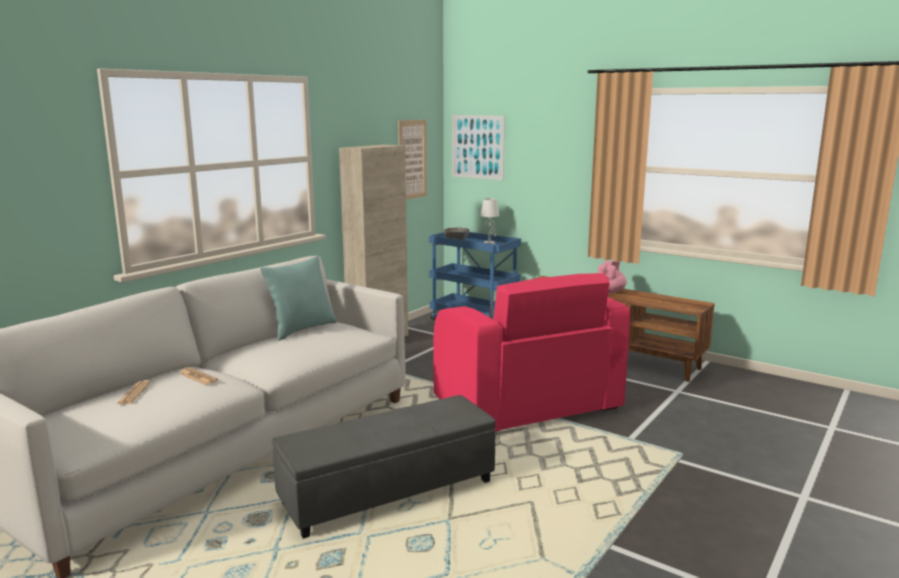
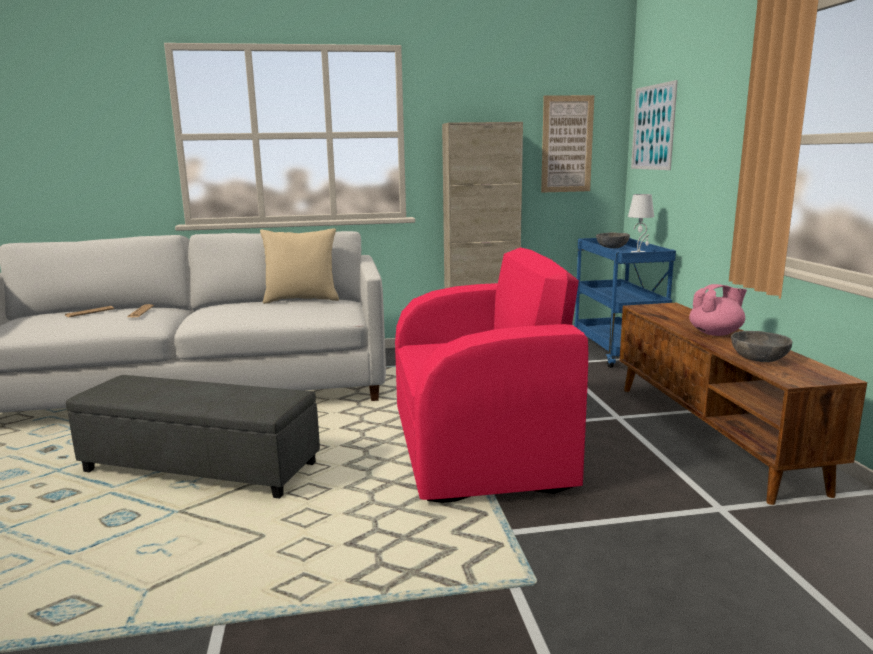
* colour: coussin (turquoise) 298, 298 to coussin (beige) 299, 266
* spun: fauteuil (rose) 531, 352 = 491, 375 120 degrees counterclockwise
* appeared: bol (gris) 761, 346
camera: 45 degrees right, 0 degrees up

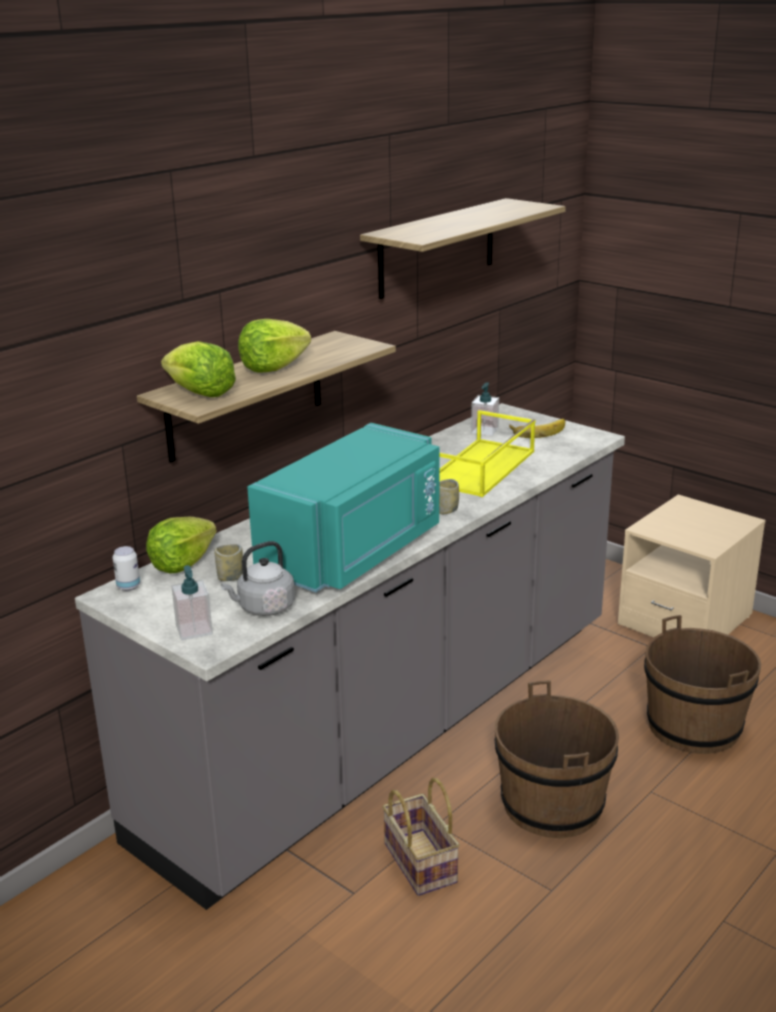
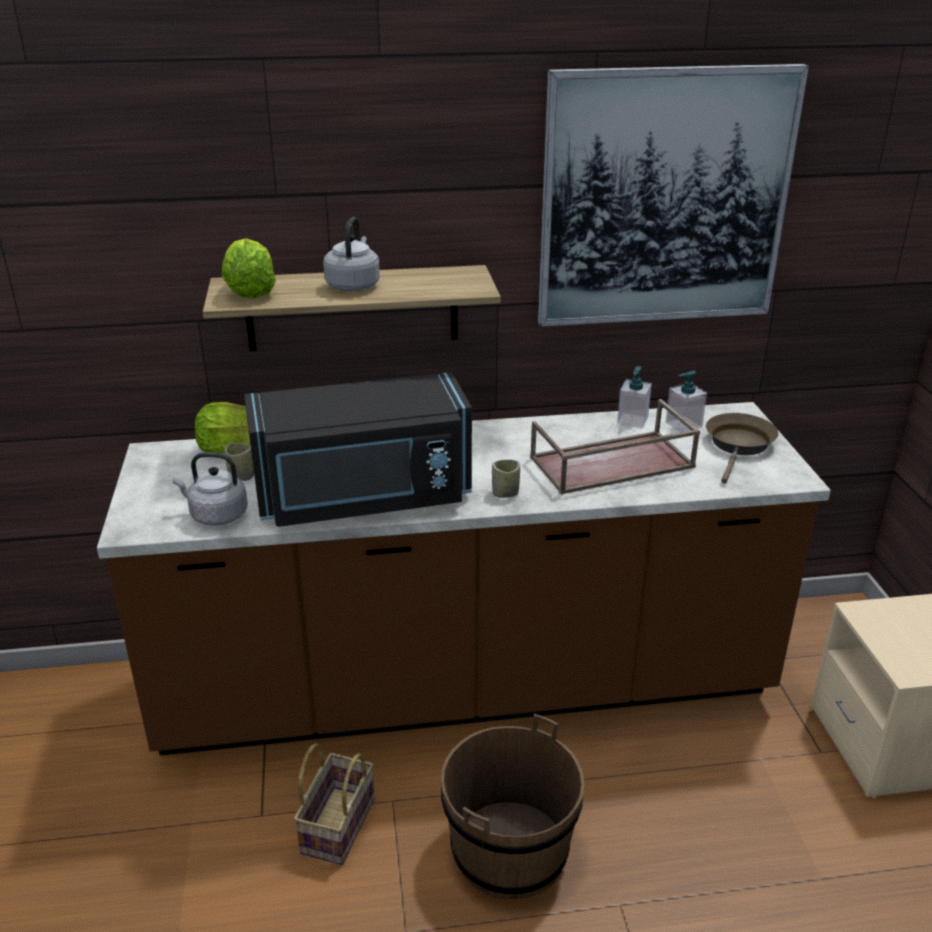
* colour: comptoir de cuisine (gris) 350, 656 to comptoir de cuisine (marron) 464, 579
* missing: boîte métallique 126, 568
* relocated: distributeur de savon 192, 602 to 634, 397
* exchanged: laitue 274, 345 to bouilloire (gris) 351, 254
* colour: micro-ondes (turquoise) 343, 507 to micro-ondes (noir) 358, 449
* exchanged: étagère 463, 248 to tableau 673, 195
* colour: plateau (jaune) 487, 453 to plateau (marron) 615, 446
* exchanged: banane 537, 428 to poêle (marron) 742, 448
* missing: seau (marron) 702, 684
camera: 40 degrees right, 5 degrees up

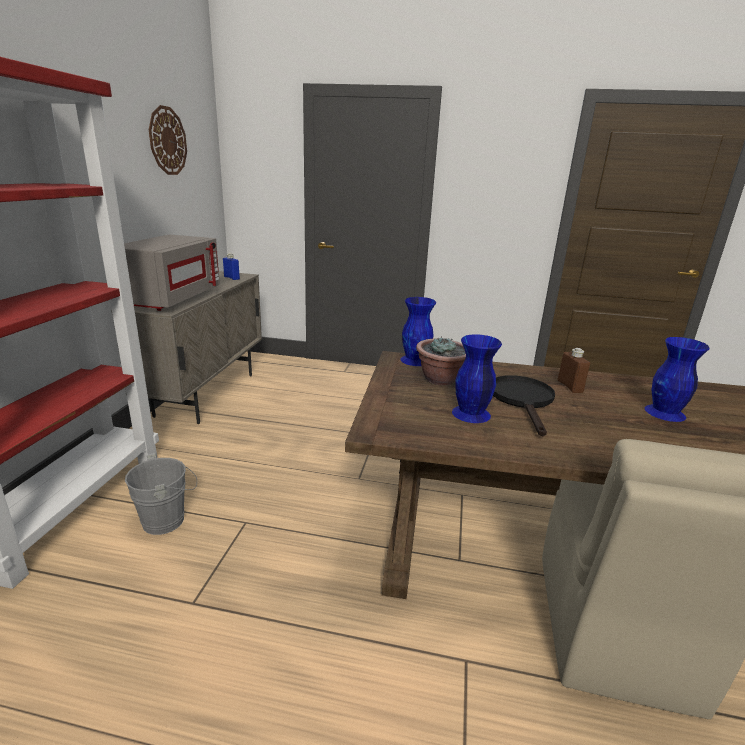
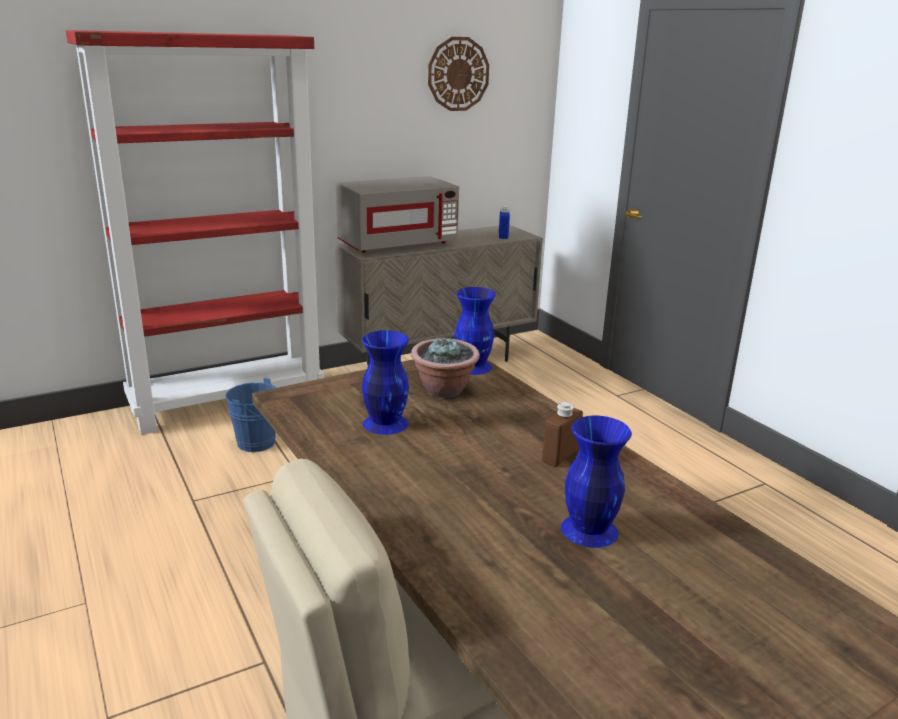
* colour: seau (gris) 161, 494 to seau (bleu) 251, 415
* missing: poêle (noir) 524, 405
camera: 50 degrees right, 0 degrees up

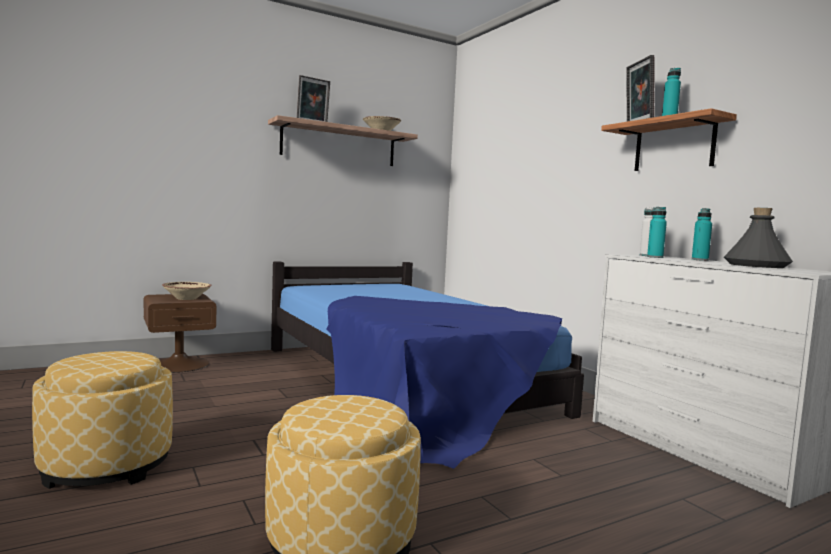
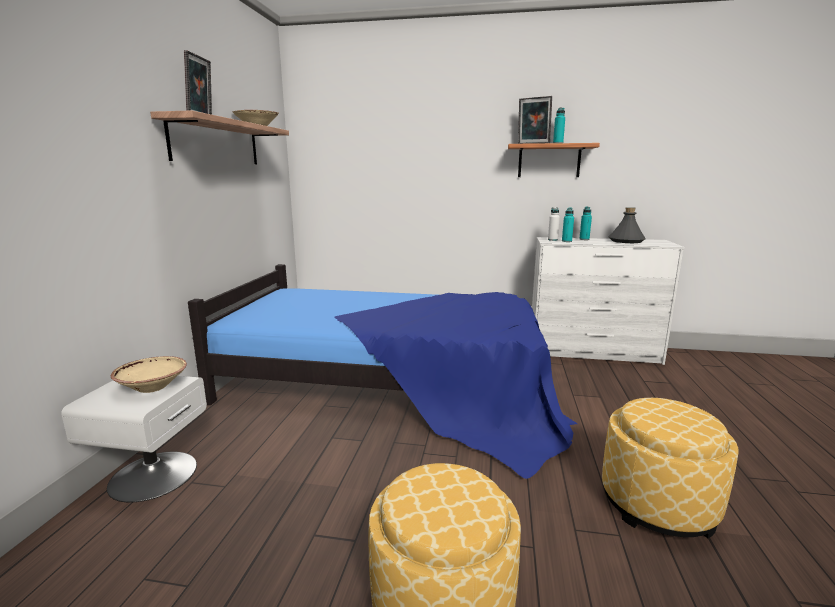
* colour: table de chevet (marron) 180, 333 to table de chevet (blanc) 134, 439
camera: 50 degrees left, 10 degrees up

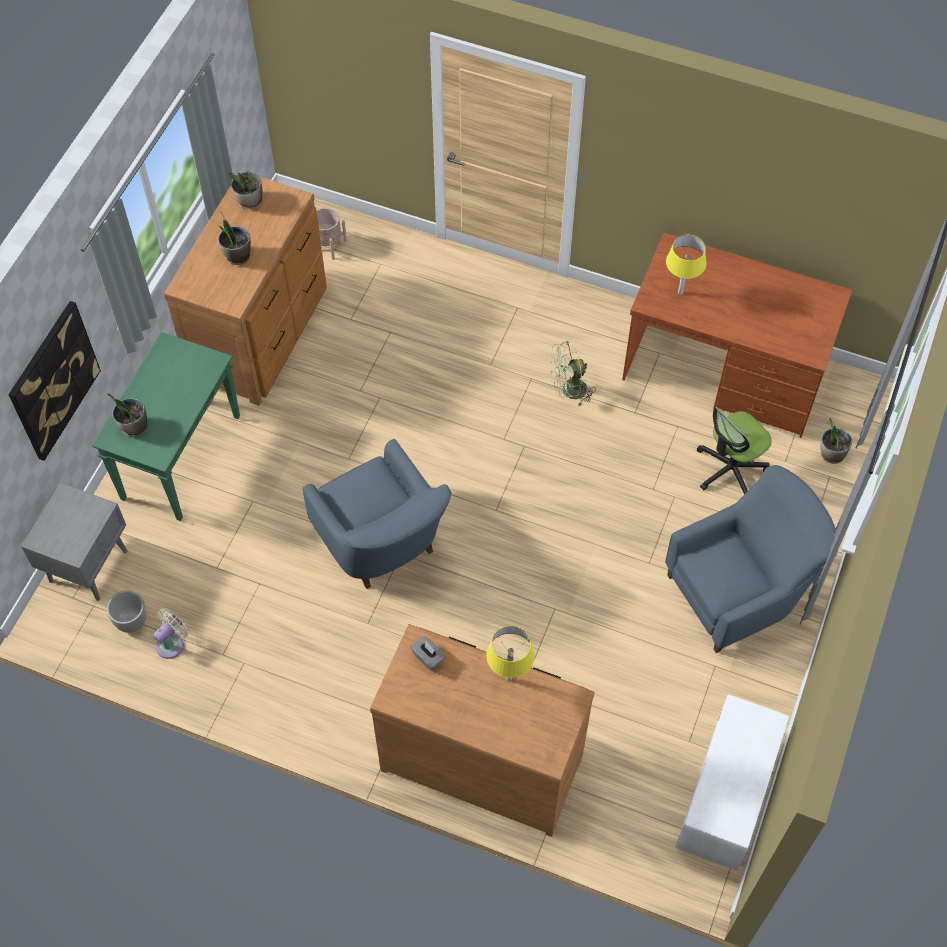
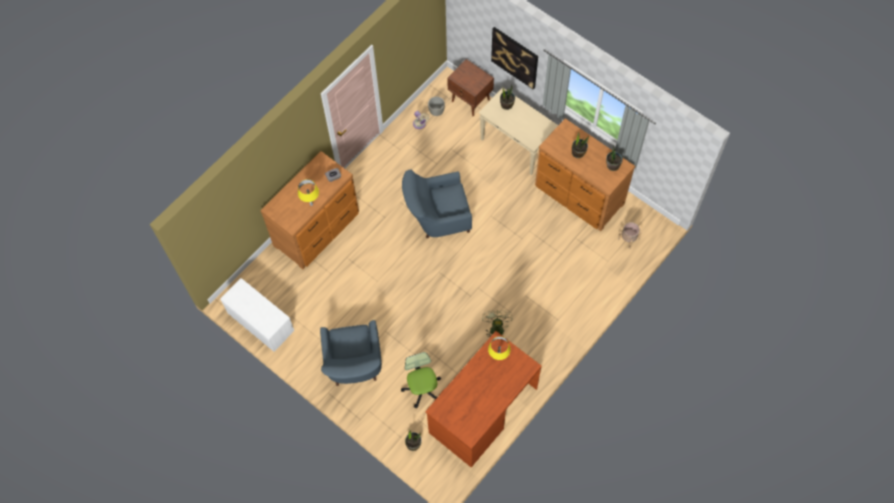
* colour: table de chevet (gris) 74, 542 to table de chevet (marron) 470, 87
* colour: table console (vert) 166, 426 to table console (beige) 518, 131
camera: 110 degrees right, 5 degrees up

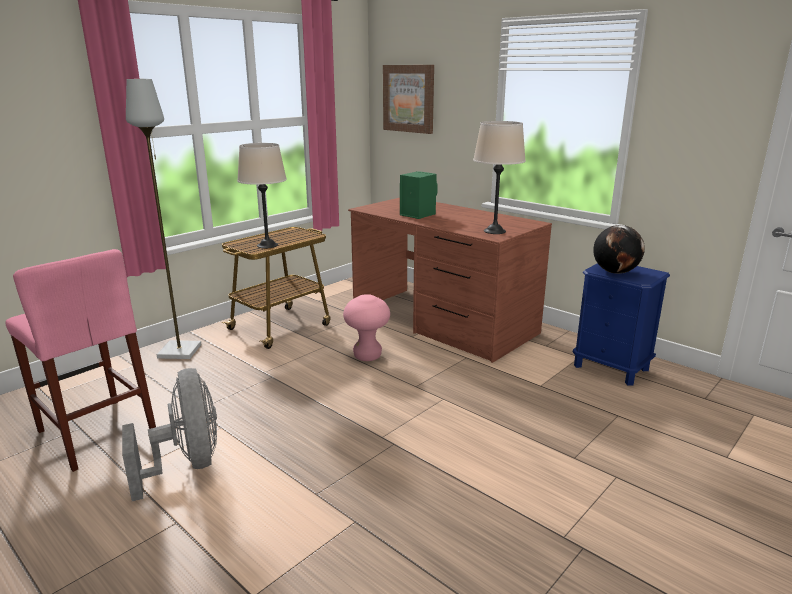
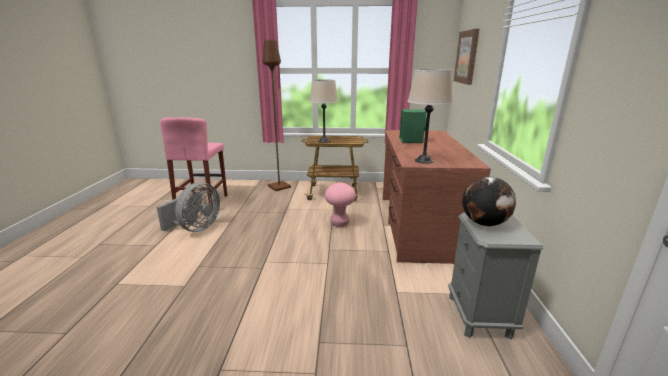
* colour: lampadaire (gris) 163, 219 to lampadaire (marron) 276, 115
* colour: table de chevet (bleu) 621, 324 to table de chevet (gris) 495, 276
camera: 50 degrees right, 0 degrees up

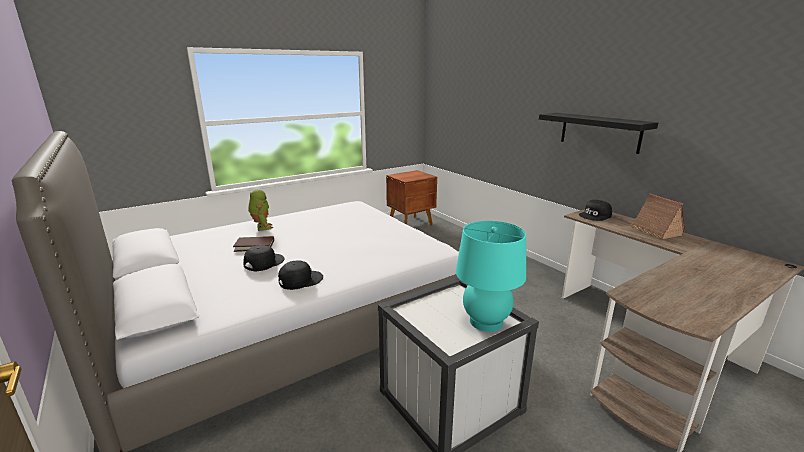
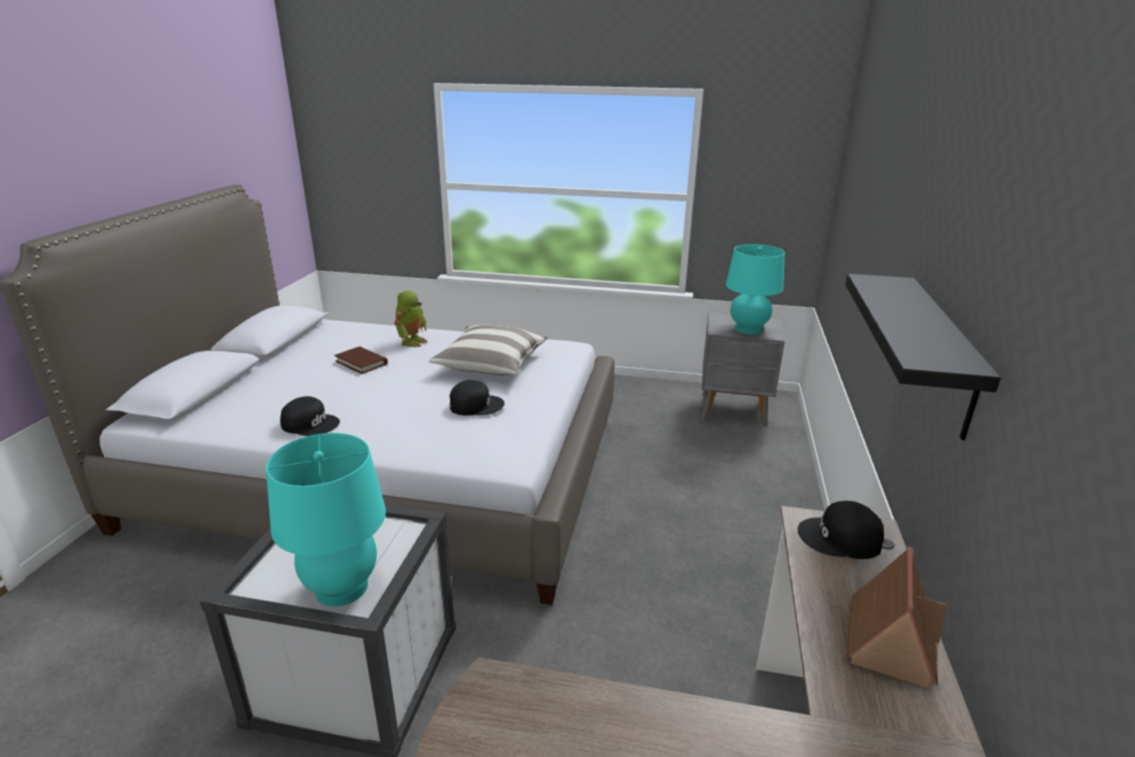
* relocated: casquette (noir) 264, 258 to 477, 398
* colour: table de chevet (marron) 411, 197 to table de chevet (gris) 743, 369
* appeared: coussin 488, 350
* appeared: lampe de table (turquoise) 755, 289
camera: 45 degrees right, 5 degrees up

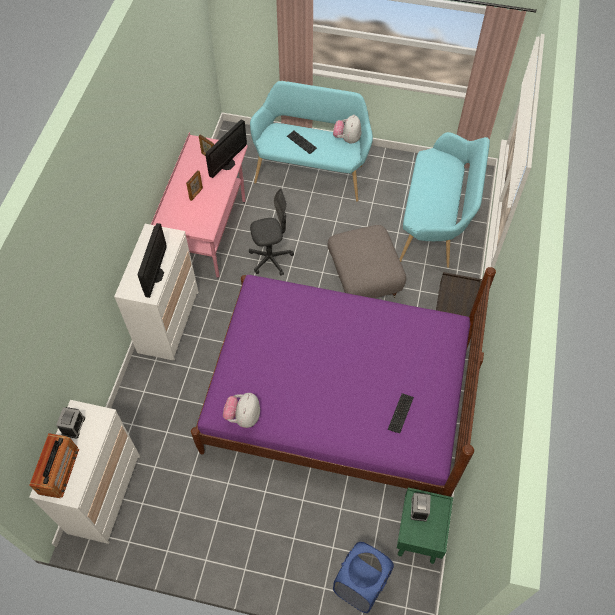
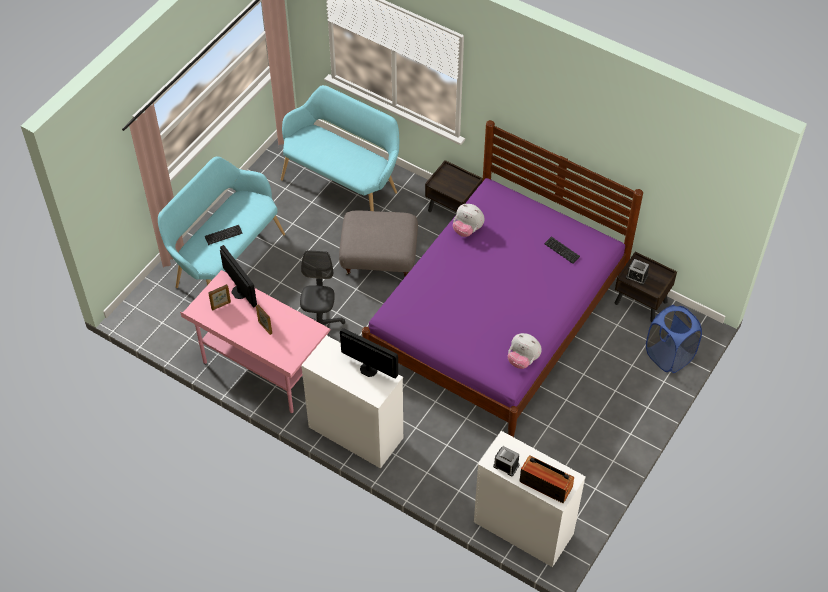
* relocated: peluche 347, 129 to 469, 220
* colour: table de chevet (vert) 425, 526 to table de chevet (marron) 646, 287
camera: 70 degrees left, 5 degrees down

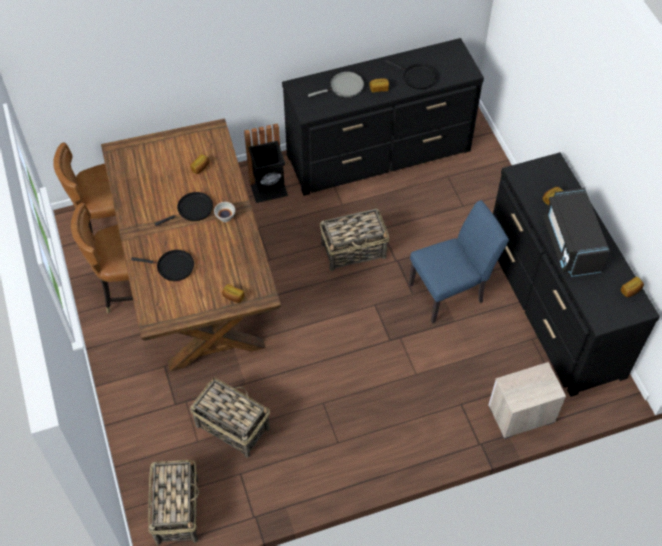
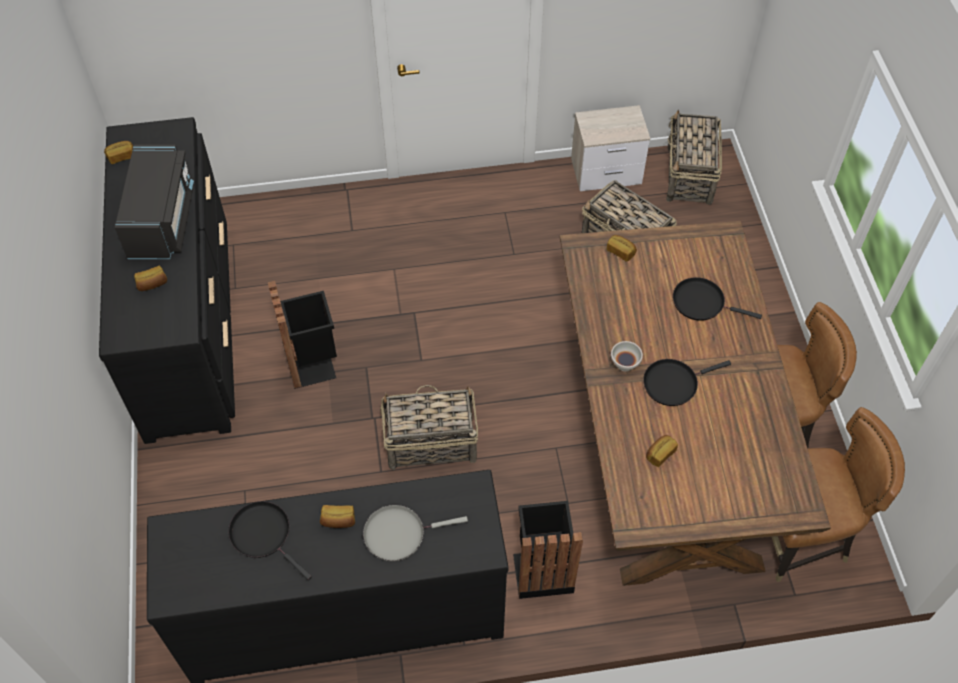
* exchanged: chaise (bleu) 459, 262 to poubelle (noir) 302, 335
* relocated: table de chevet 527, 400 to 610, 148
camera: 170 degrees left, 0 degrees up

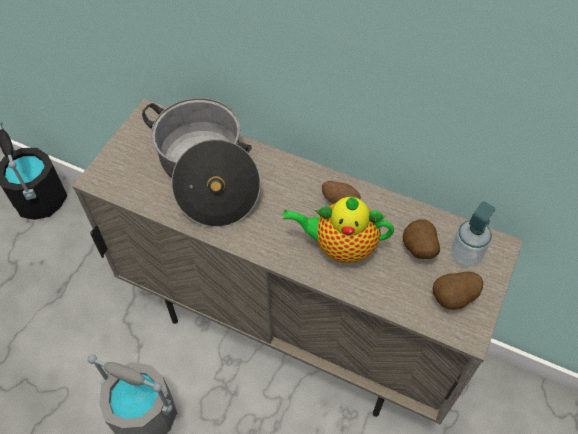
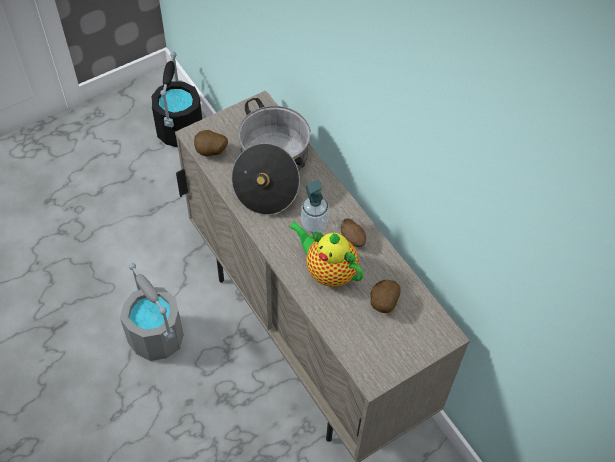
* relocated: pomme de terre 457, 291 to 211, 143
* relocated: distributeur de savon 473, 234 to 315, 206
camera: 30 degrees right, 0 degrees up

